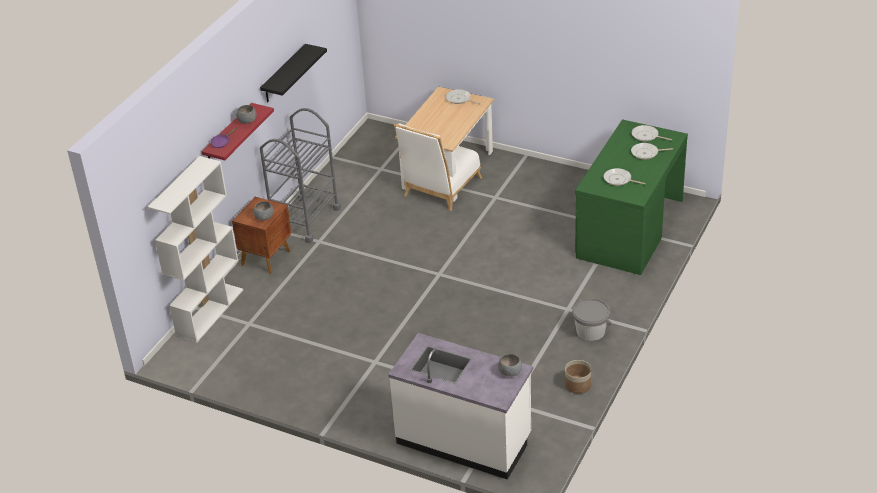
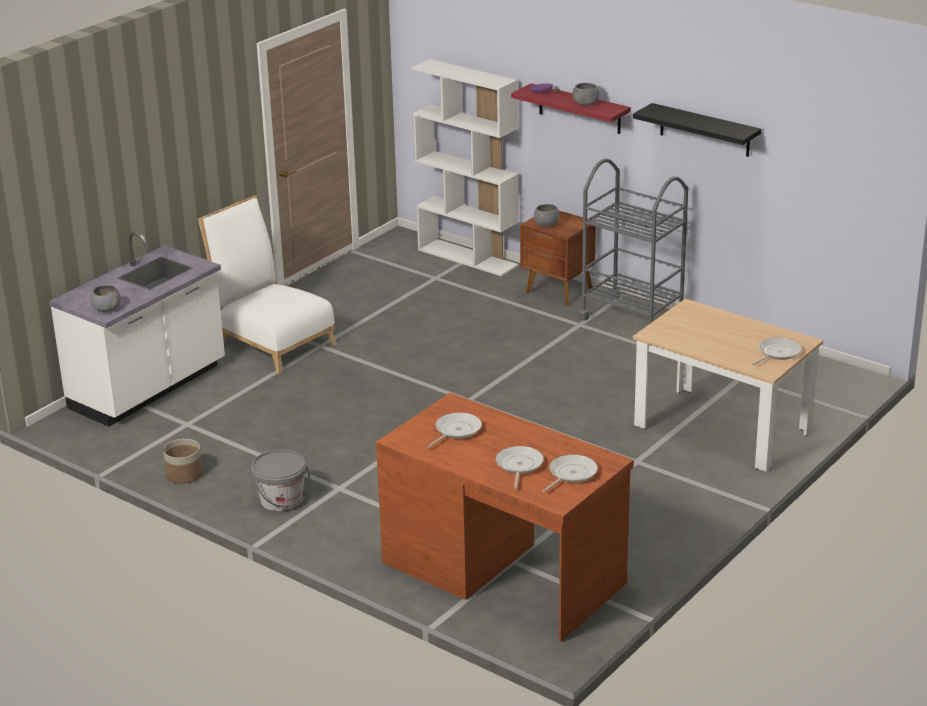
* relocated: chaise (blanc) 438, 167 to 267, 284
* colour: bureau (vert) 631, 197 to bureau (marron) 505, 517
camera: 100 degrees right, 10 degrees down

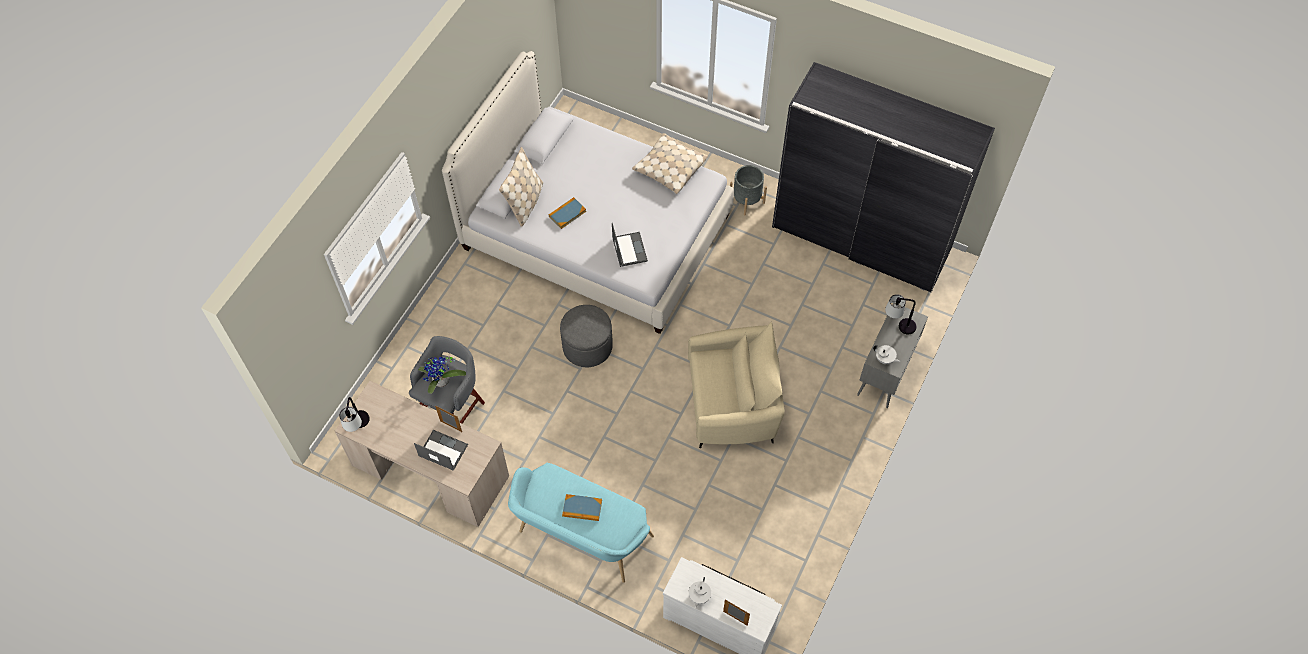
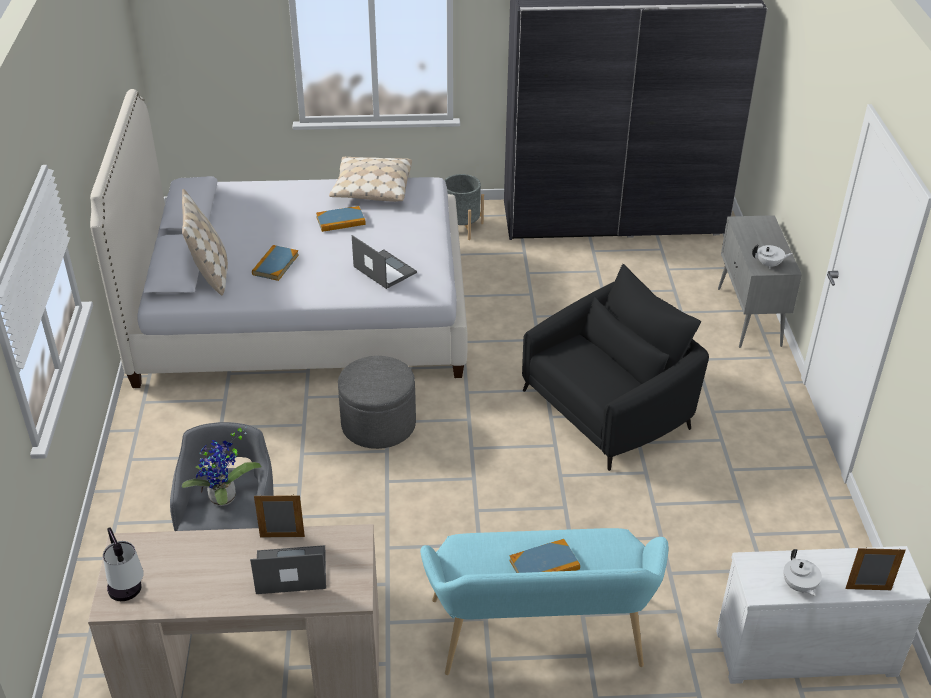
* colour: fauteuil (beige) 736, 384 to fauteuil (noir) 615, 367
* missing: lampe de table 901, 314
* appeared: livre 341, 219
camera: 30 degrees left, 20 degrees down

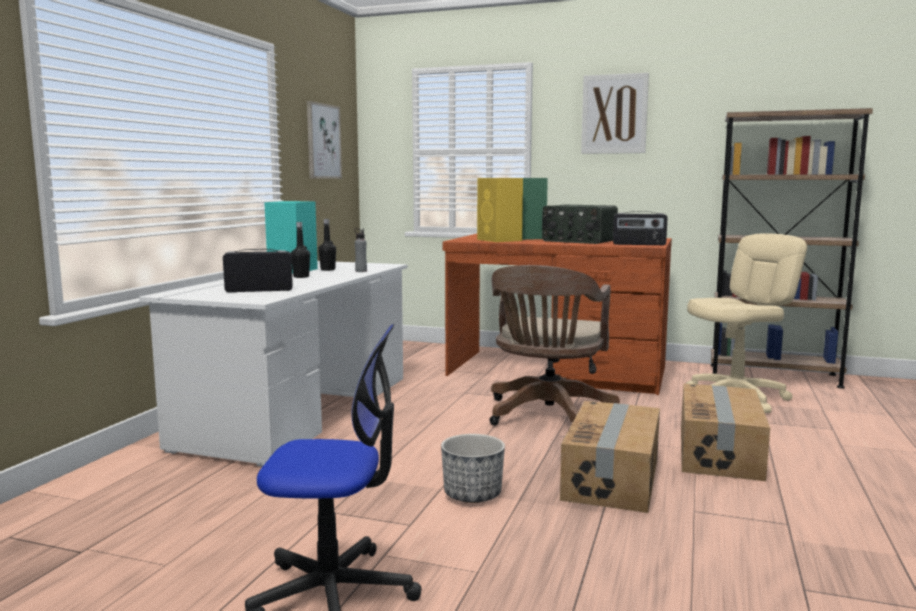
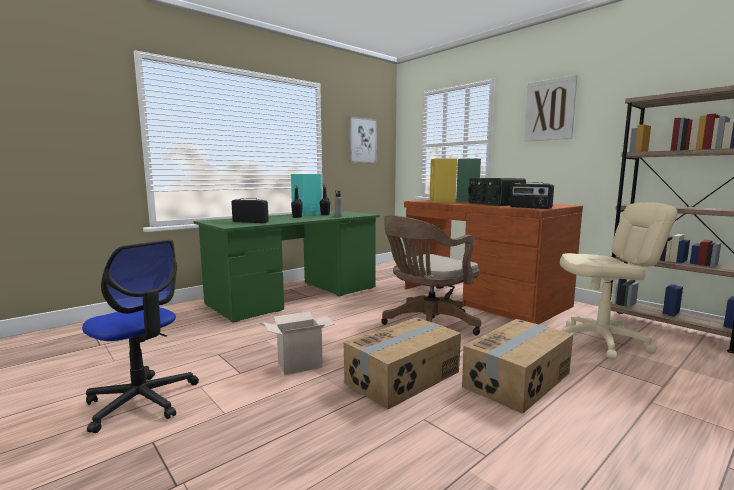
* colour: bureau (blanc) 273, 364 to bureau (vert) 287, 267
* exchanged: cache-pot 473, 468 to carton 299, 343
camera: 30 degrees right, 0 degrees up

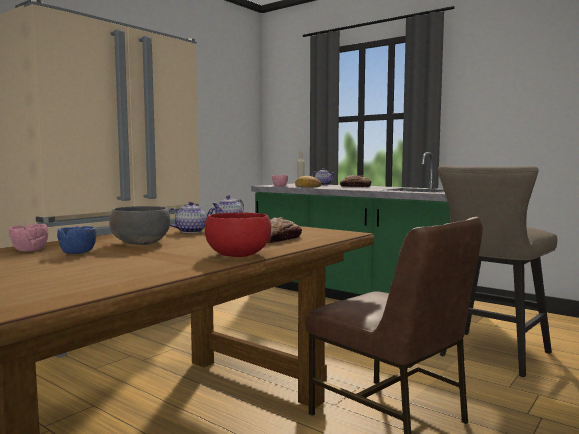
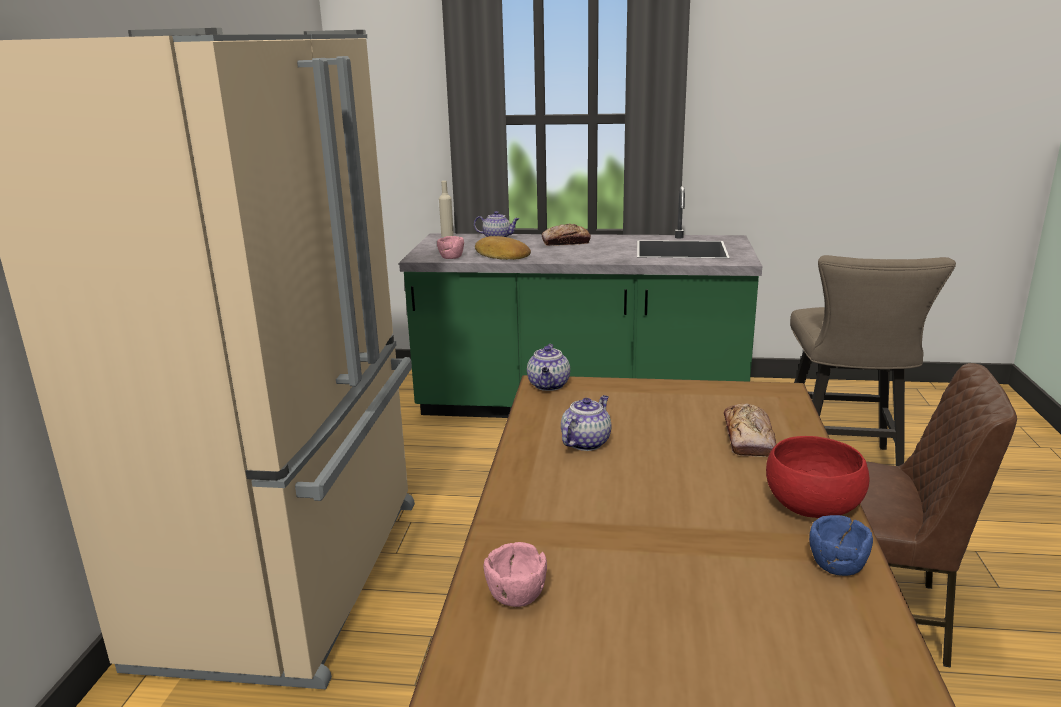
* relocated: bol (bleu) 77, 240 to 841, 545
* missing: bol (gris) 139, 225
camera: 30 degrees left, 15 degrees up

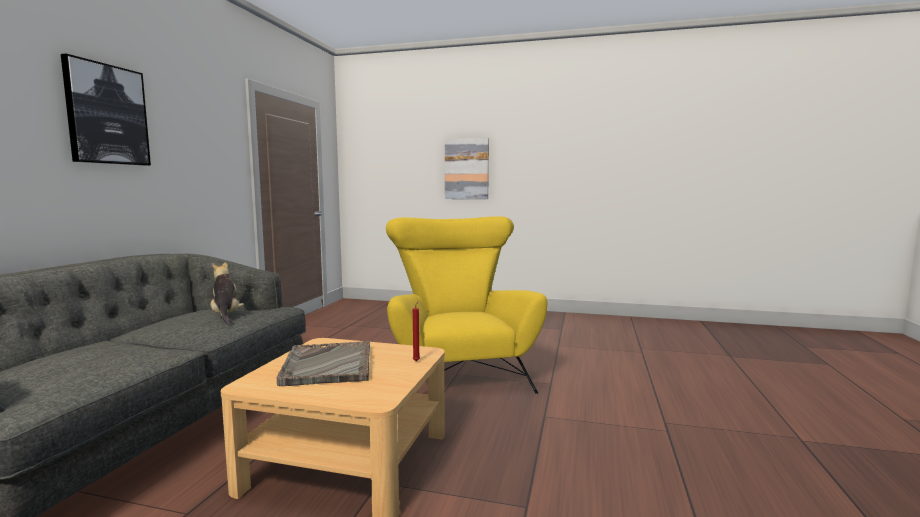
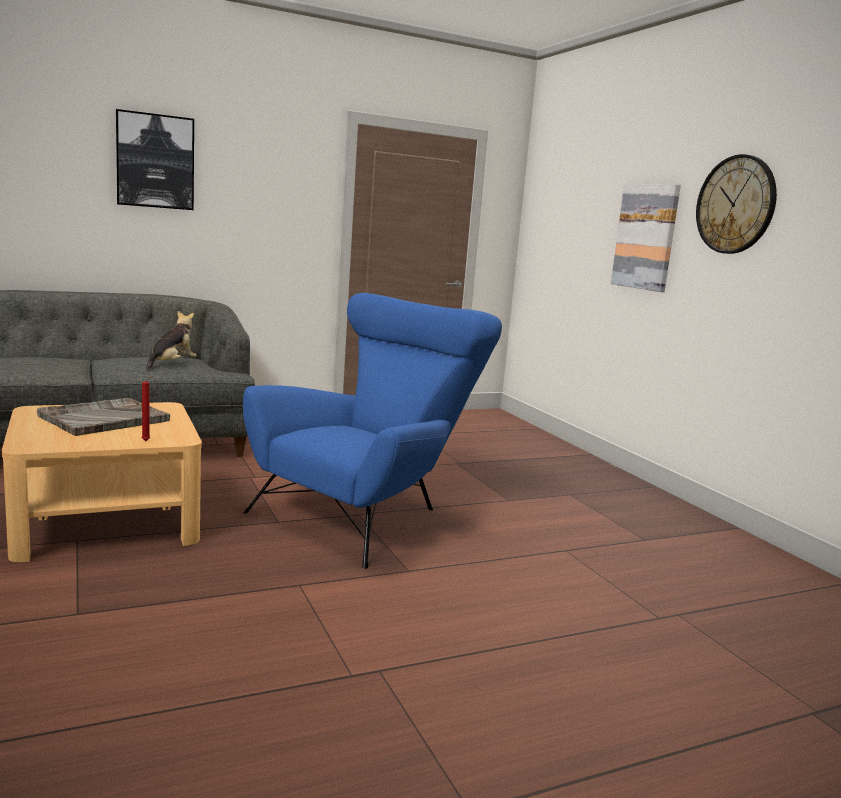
* colour: fauteuil (jaune) 466, 305 to fauteuil (bleu) 372, 431
* appeared: horloge murale 736, 204
camera: 50 degrees right, 5 degrees up

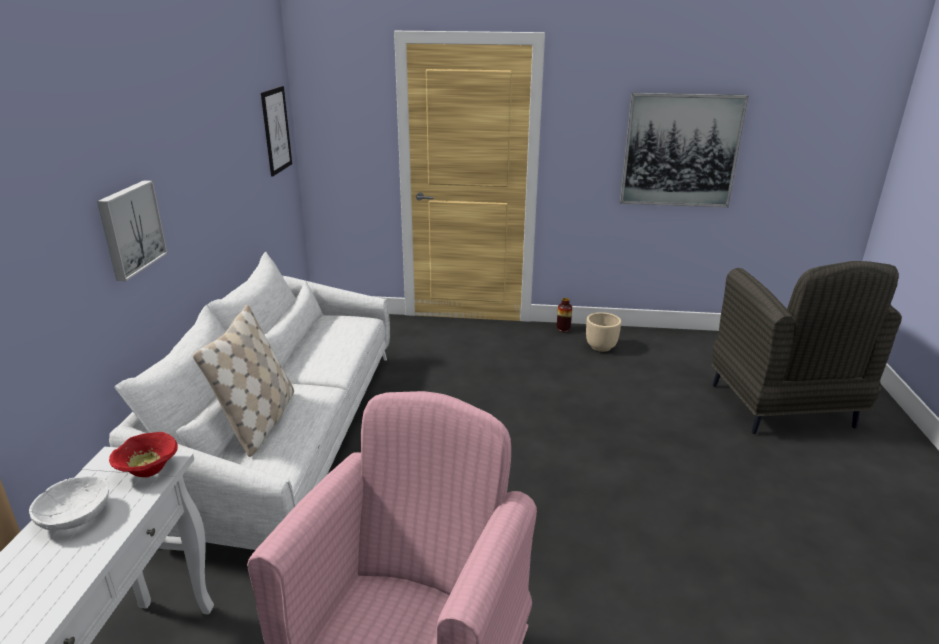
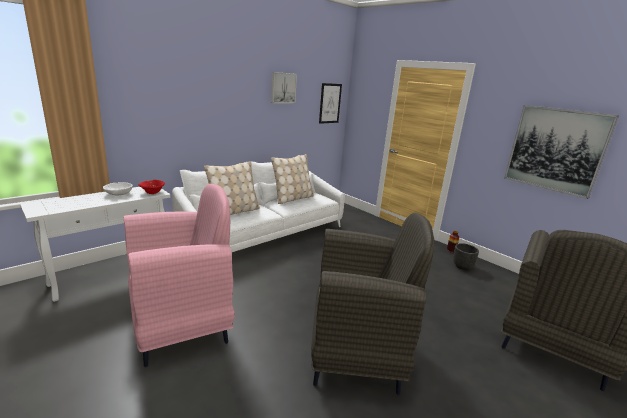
* relocated: tableau 132, 230 to 284, 87
* colour: cache-pot (beige) 603, 332 to cache-pot (noir) 466, 256
* appeared: coussin (beige) 292, 179
* appeared: fauteuil (gris) 372, 304
camera: 40 degrees right, 5 degrees down

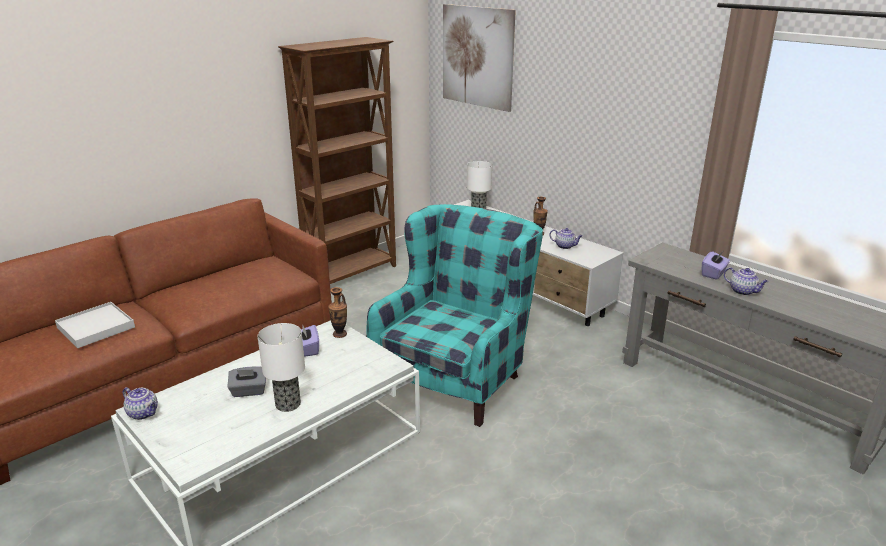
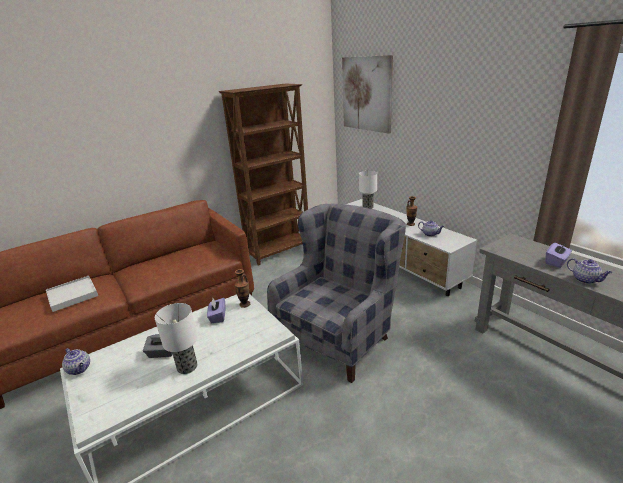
* colour: fauteuil (turquoise) 454, 315 to fauteuil (gris) 336, 293
camera: 10 degrees right, 0 degrees up

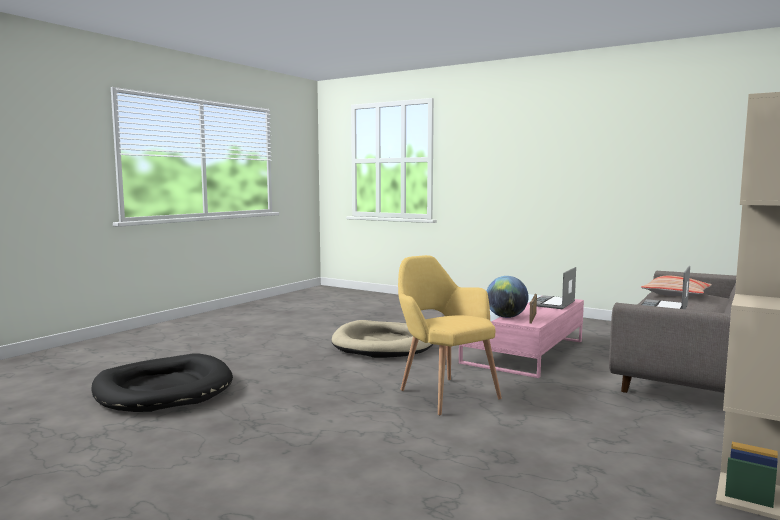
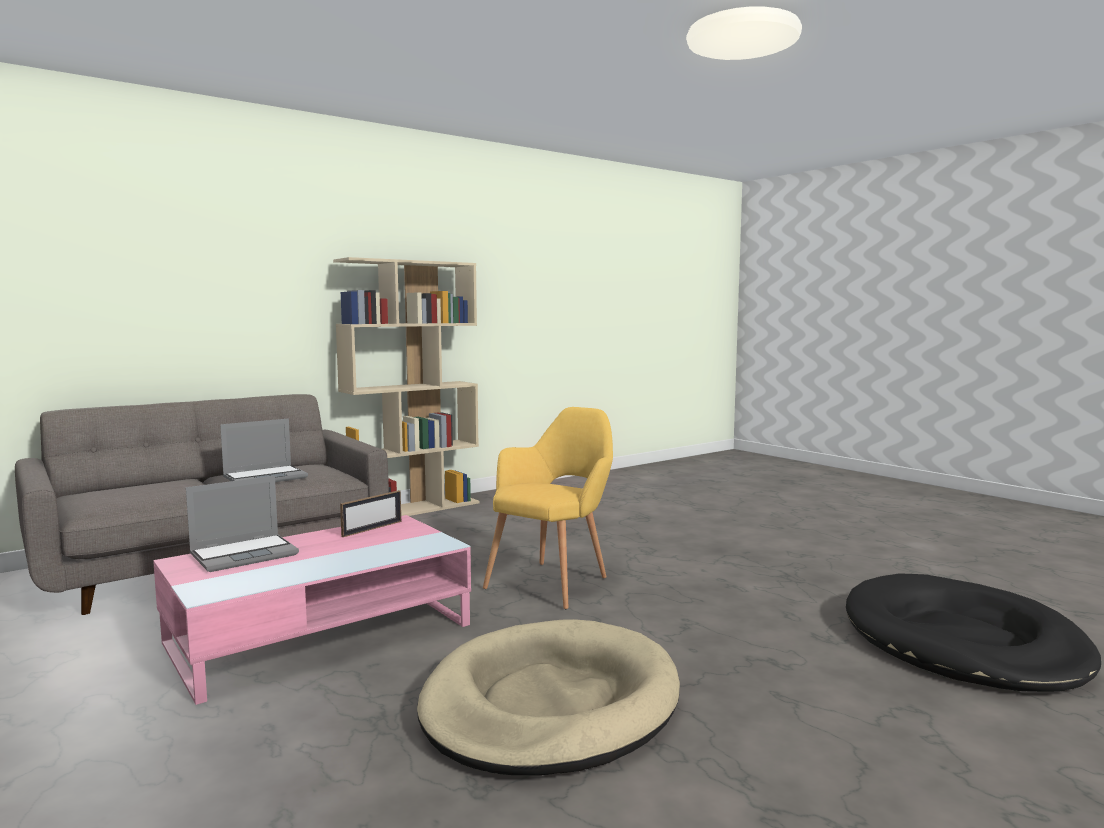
* spun: fauteuil (jaune) 450, 335 = 548, 508 135 degrees counterclockwise
* missing: globe 507, 297
* missing: coussin 676, 286
camera: 160 degrees left, 0 degrees up

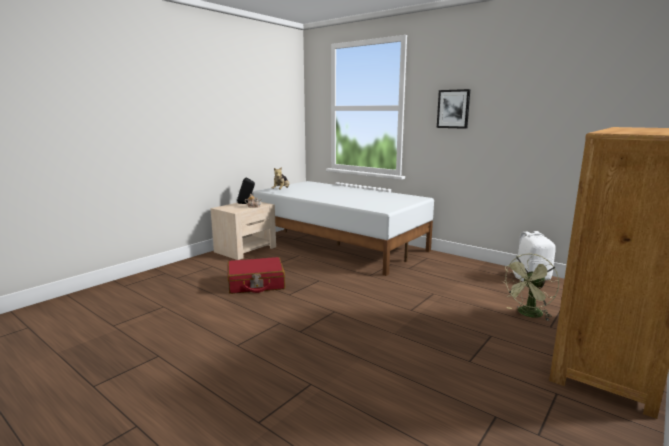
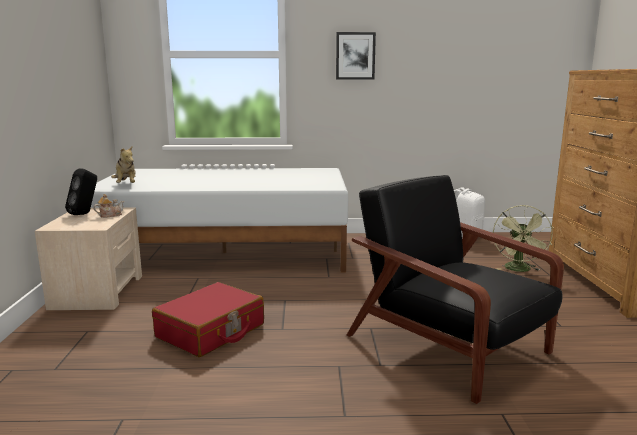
* appeared: fauteuil (noir) 455, 289
camera: 40 degrees left, 0 degrees up

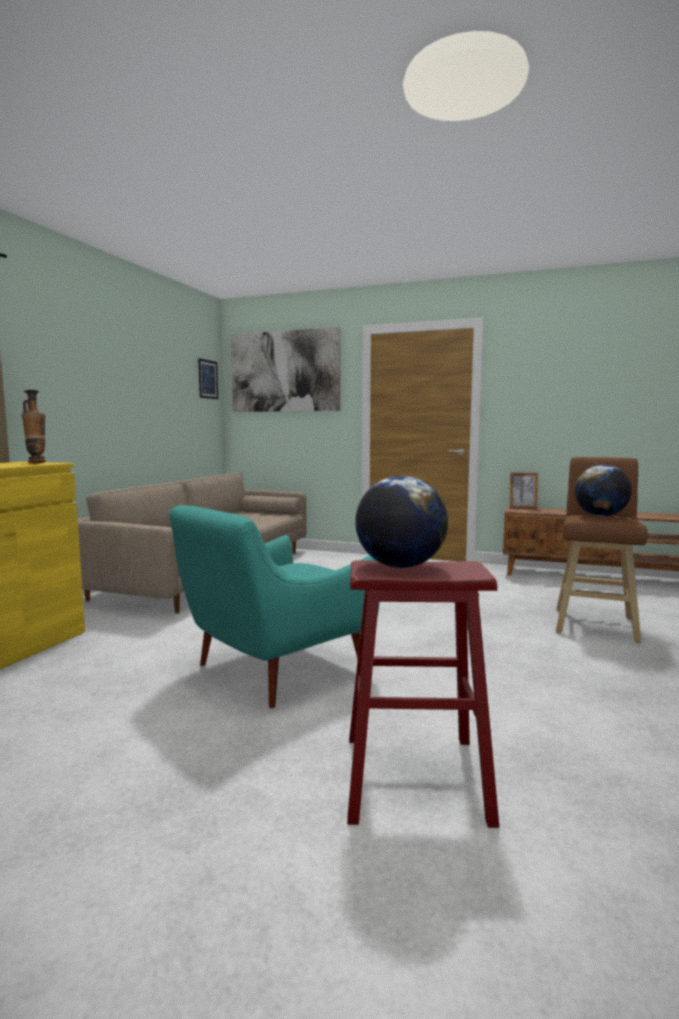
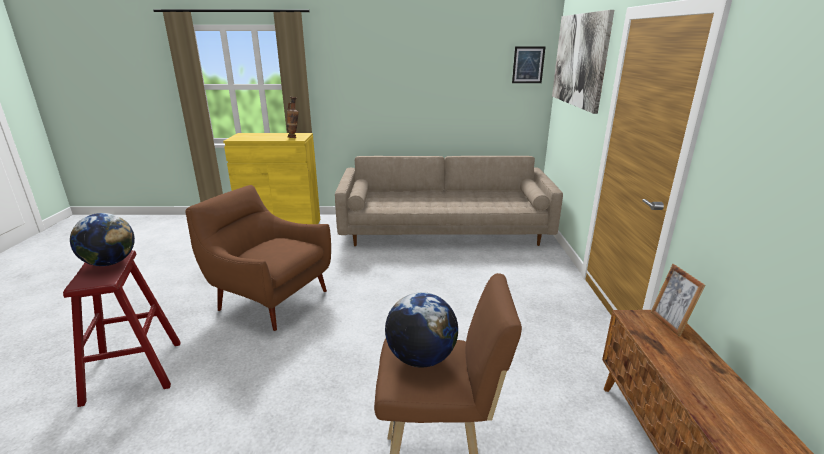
* colour: fauteuil (turquoise) 274, 606 to fauteuil (marron) 258, 258
camera: 70 degrees right, 15 degrees up

